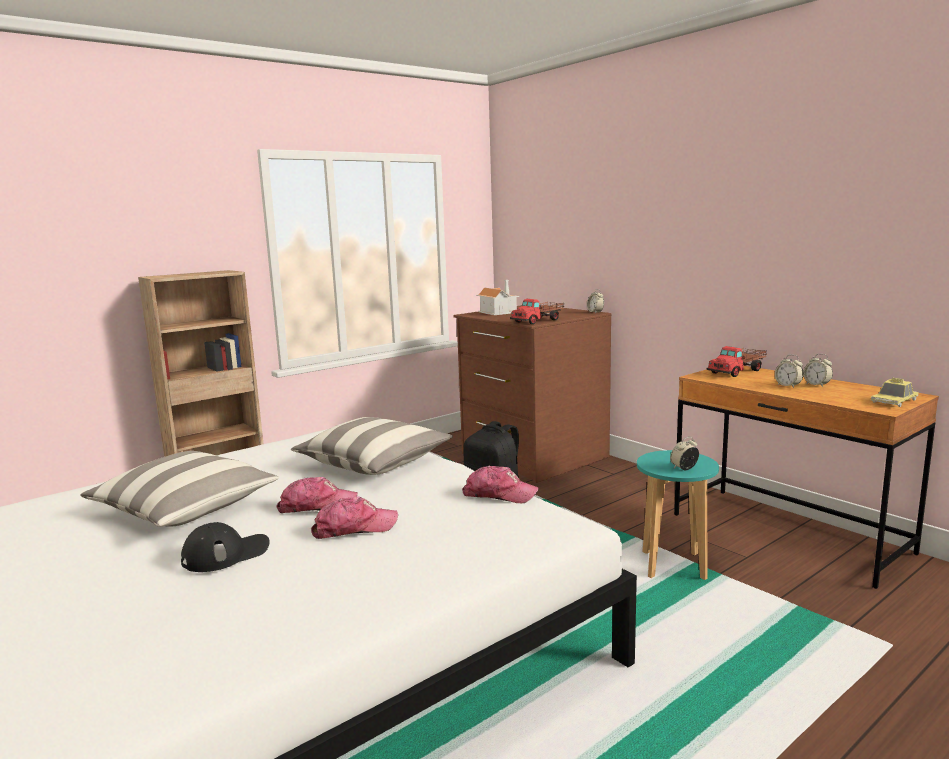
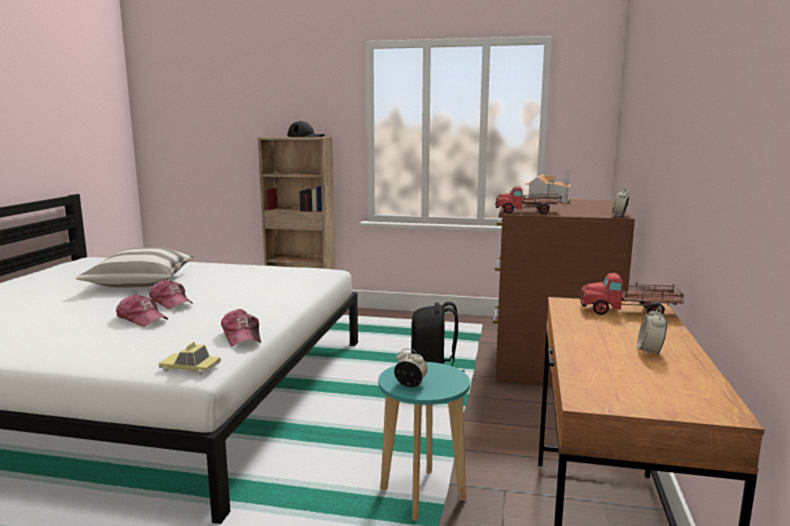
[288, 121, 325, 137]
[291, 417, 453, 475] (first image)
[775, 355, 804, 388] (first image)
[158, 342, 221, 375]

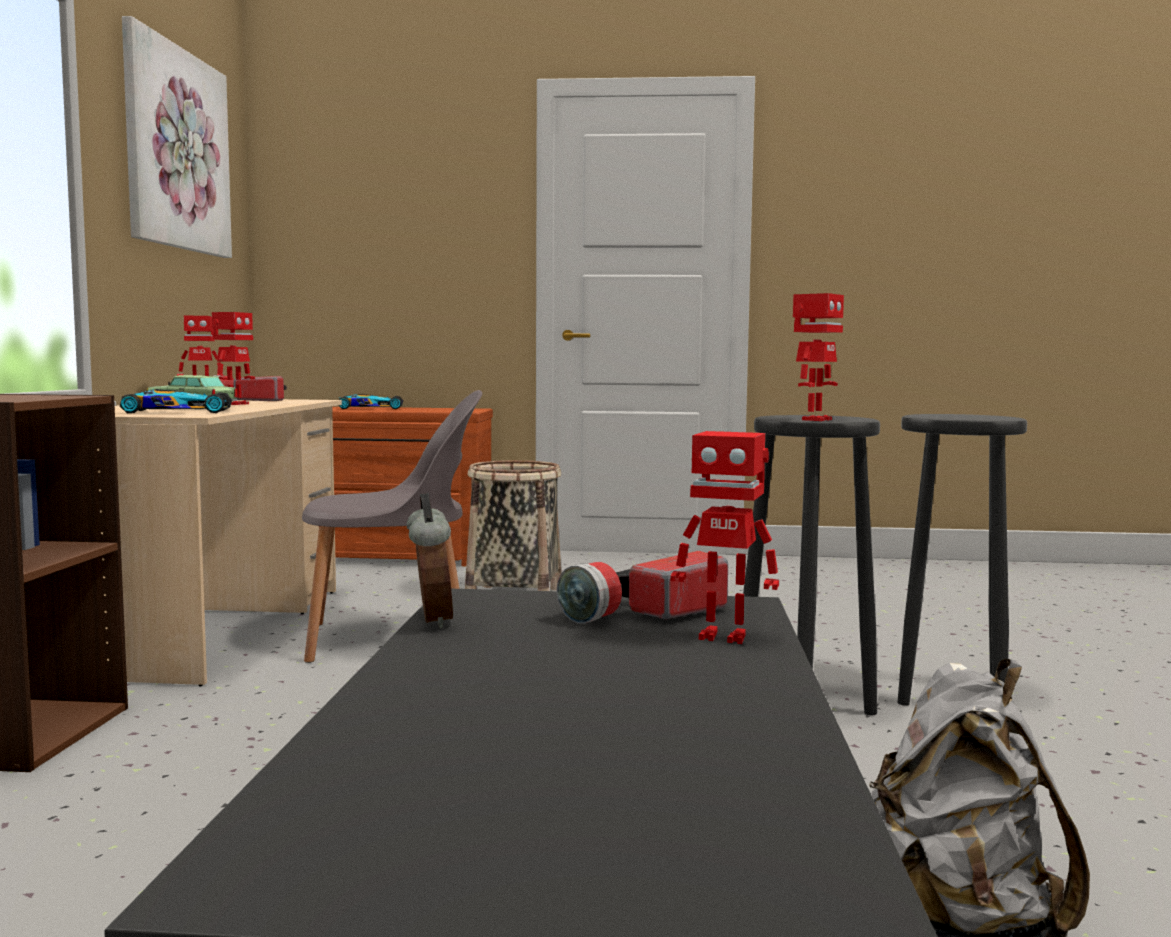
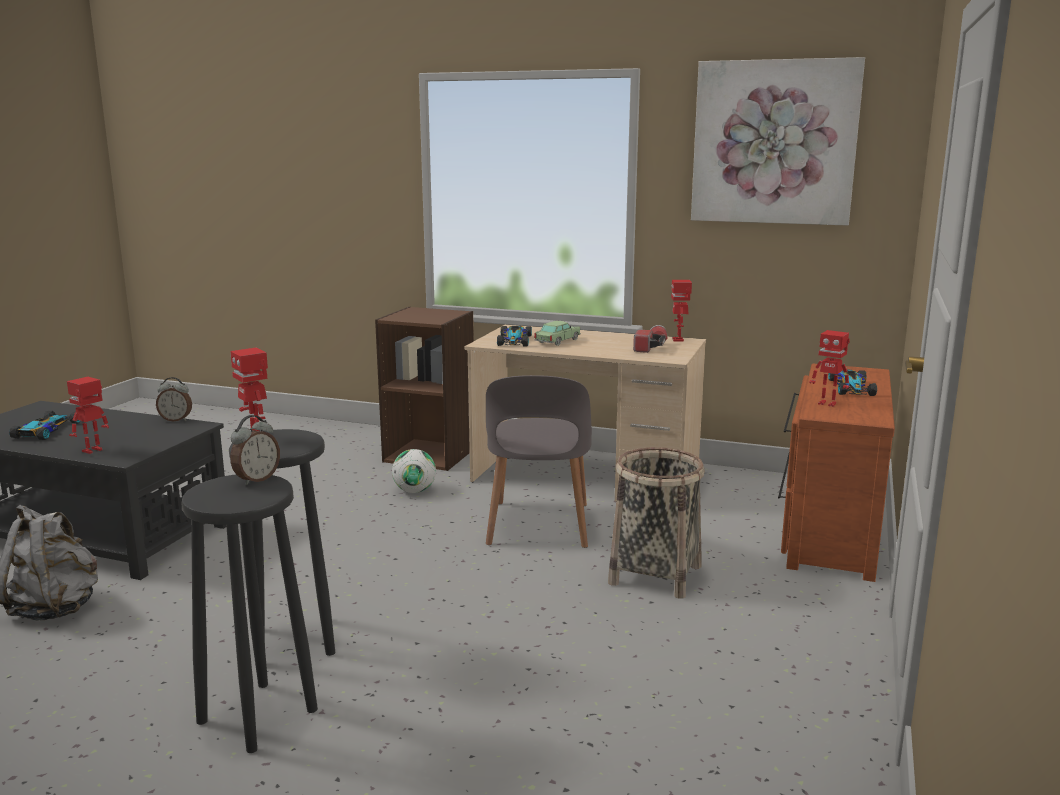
[810, 330, 850, 407]
[556, 551, 728, 624] (first image)
[9, 411, 80, 440]
[230, 415, 280, 485]
[392, 449, 436, 493]

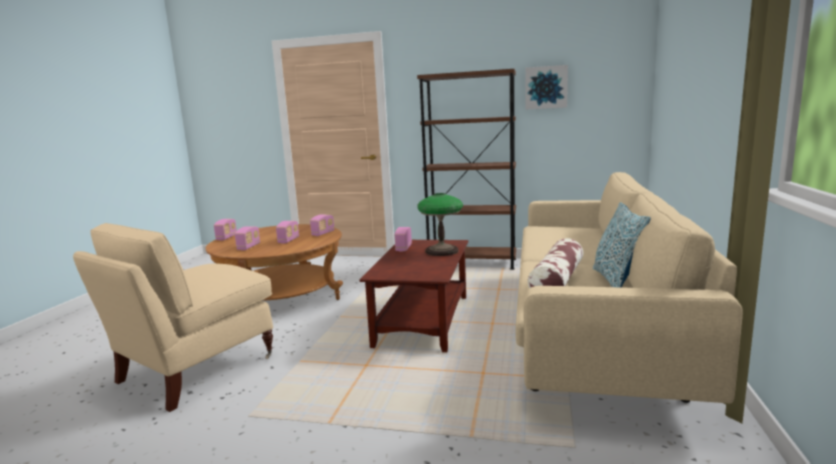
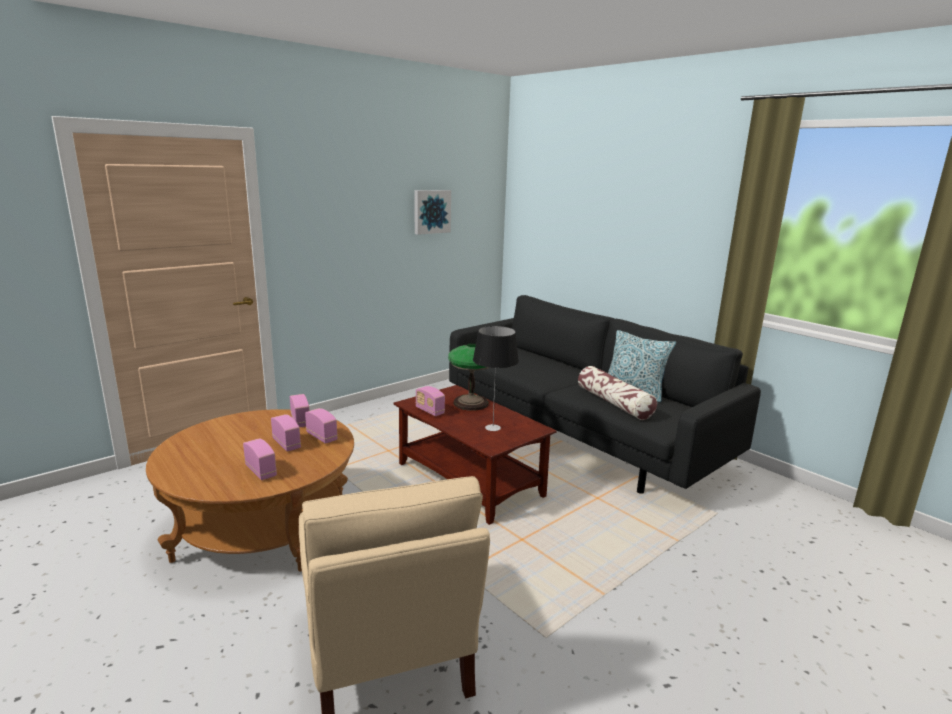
[305, 408, 338, 444]
[417, 69, 516, 270] (first image)
[449, 295, 761, 494]
[473, 326, 519, 431]

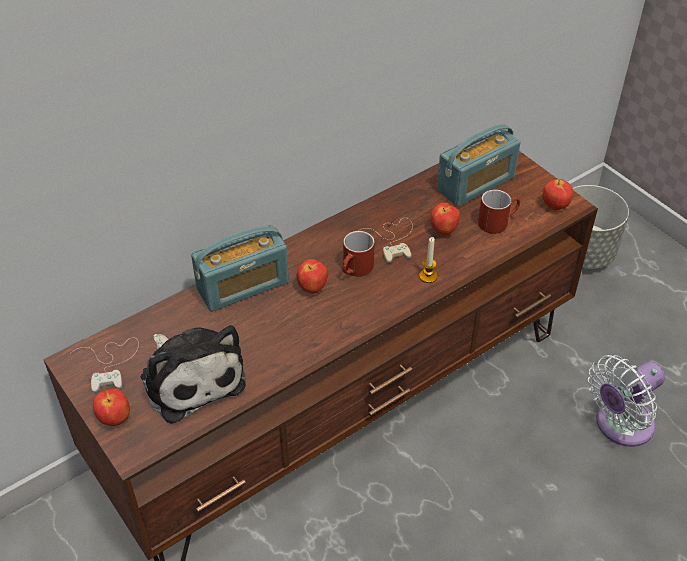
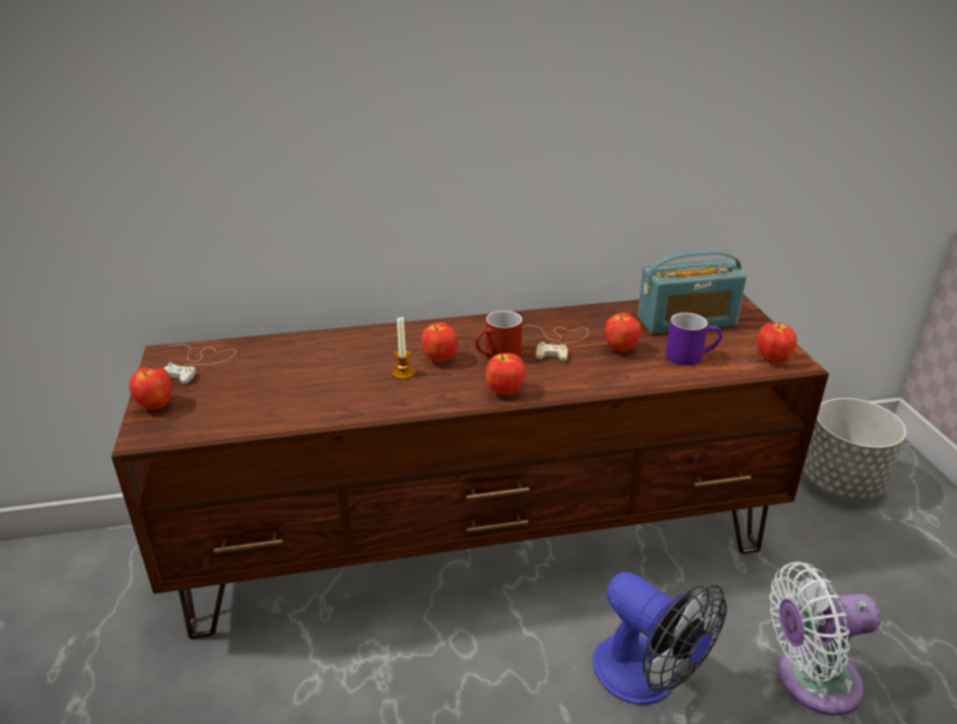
[141, 325, 246, 424] (first image)
[191, 225, 289, 312] (first image)
[393, 317, 415, 379]
[666, 313, 722, 366]
[486, 353, 525, 395]
[592, 572, 727, 705]

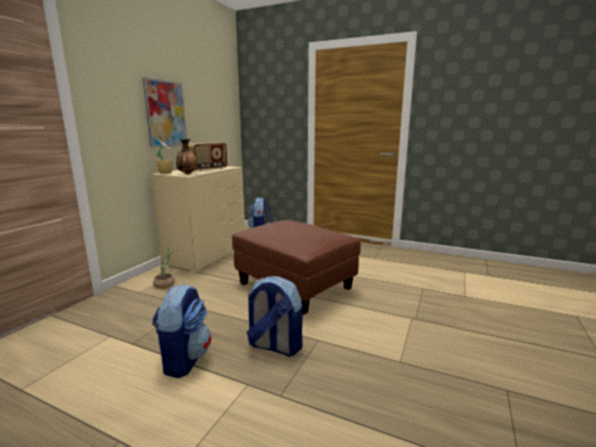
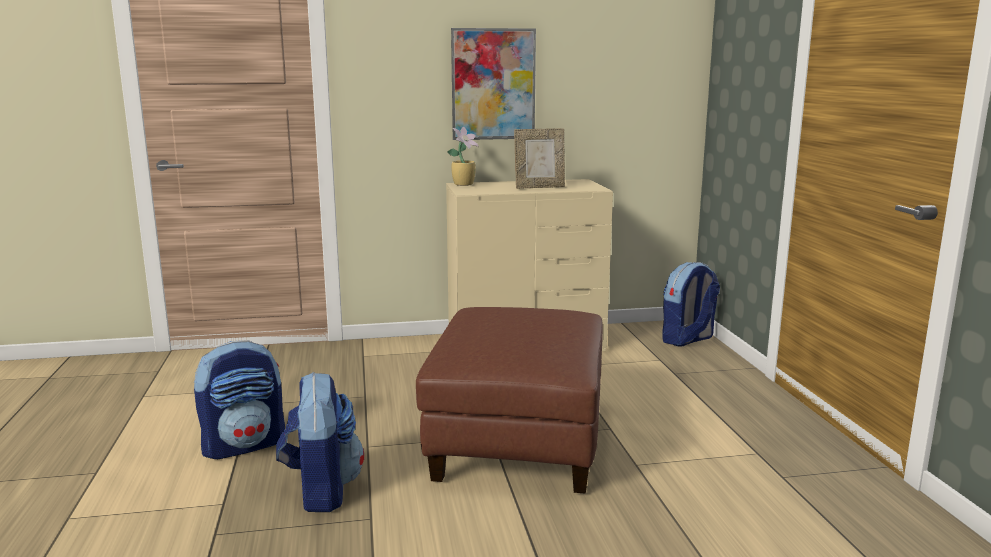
[153, 249, 176, 289] (first image)
[176, 139, 198, 174] (first image)
[514, 128, 565, 189]

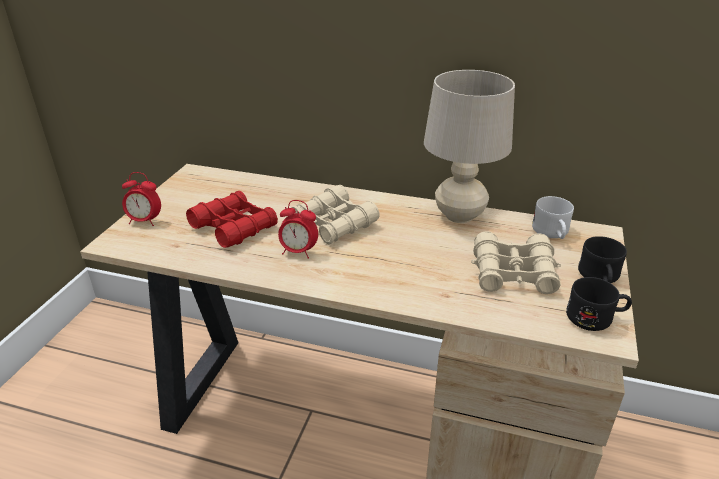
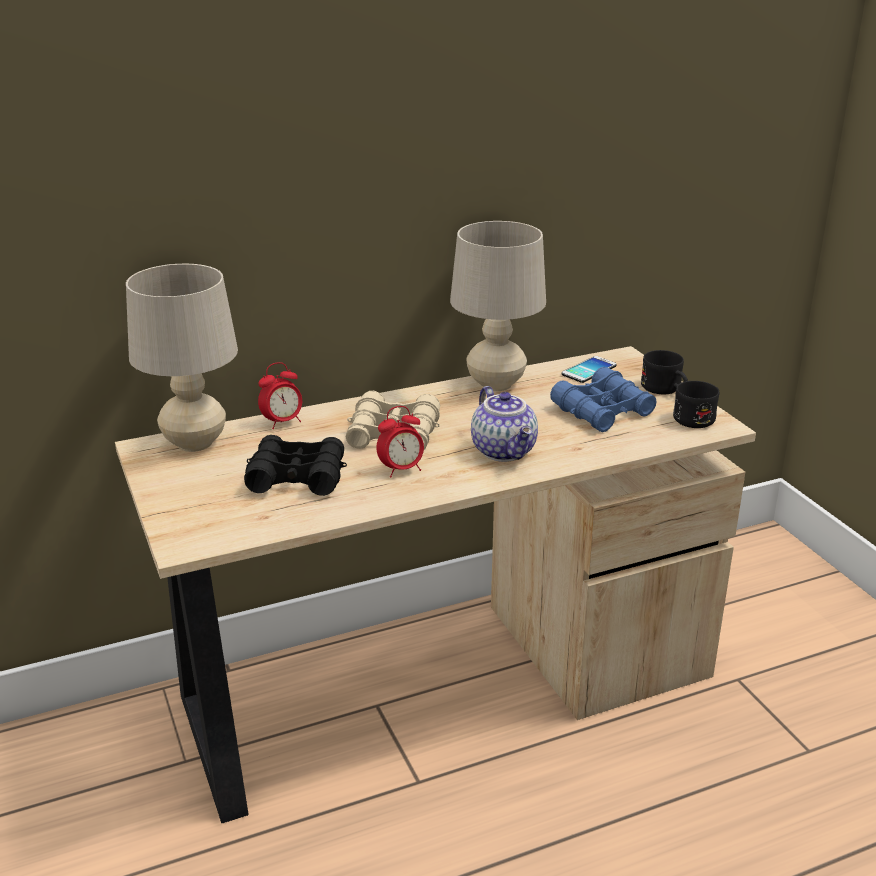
[258, 362, 302, 429]
[244, 435, 347, 496]
[550, 367, 657, 432]
[562, 356, 617, 383]
[126, 264, 238, 452]
[471, 386, 538, 462]

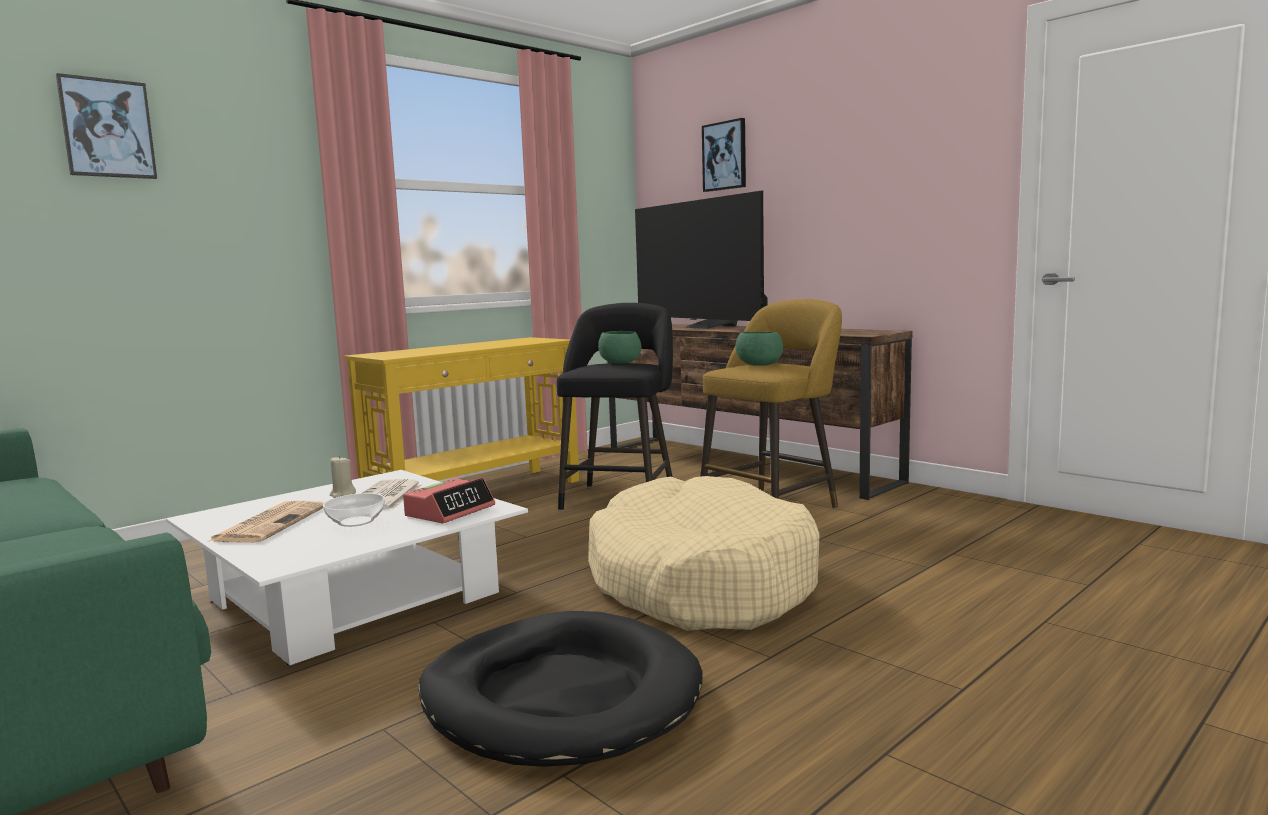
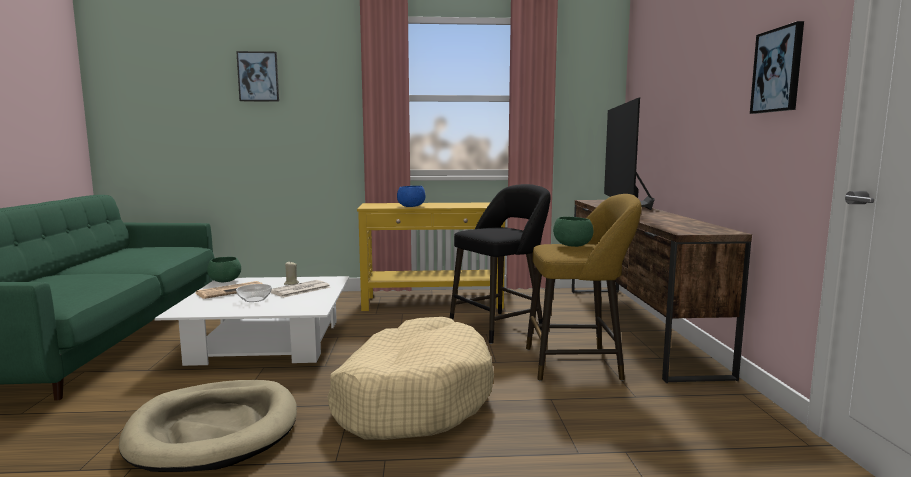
[403, 477, 495, 523] (first image)
[119, 380, 297, 472]
[207, 257, 241, 282]
[750, 21, 804, 114]
[397, 186, 426, 207]

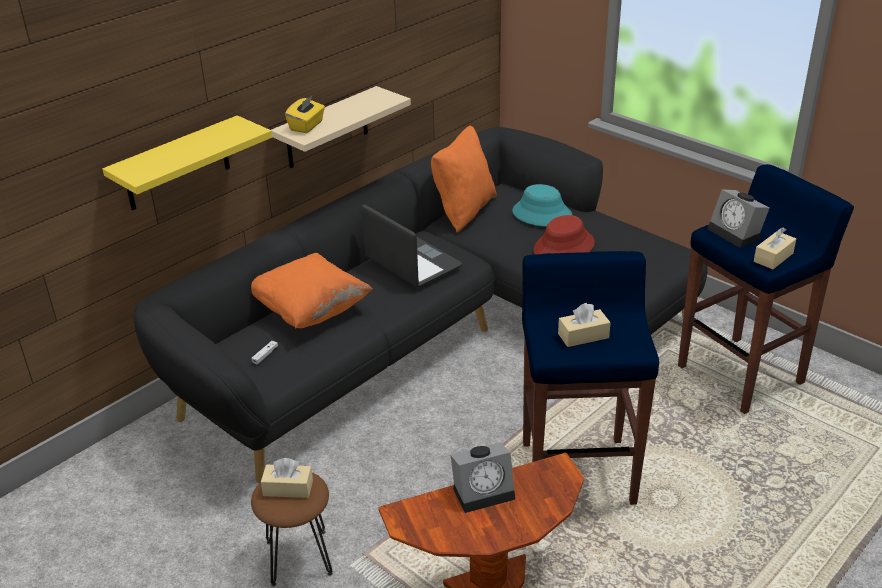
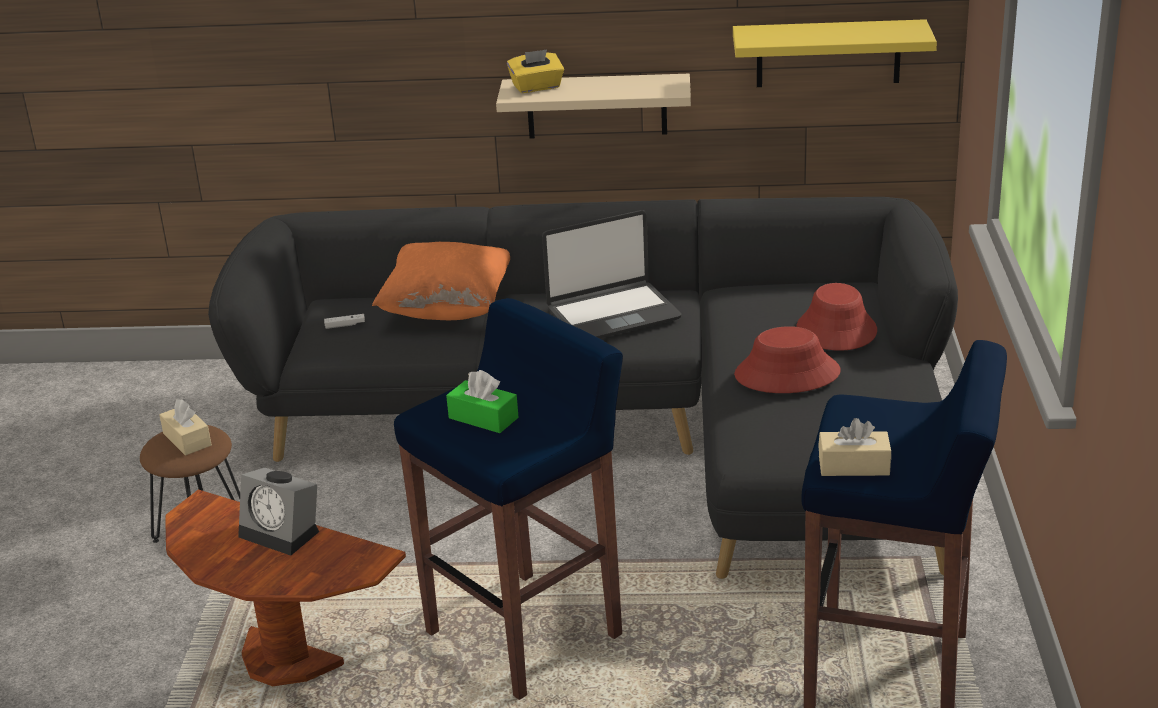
[733, 19, 937, 87]
[542, 210, 681, 338]
[431, 126, 497, 233] (first image)
[796, 283, 877, 351]
[446, 370, 519, 433]
[708, 189, 769, 248] (first image)

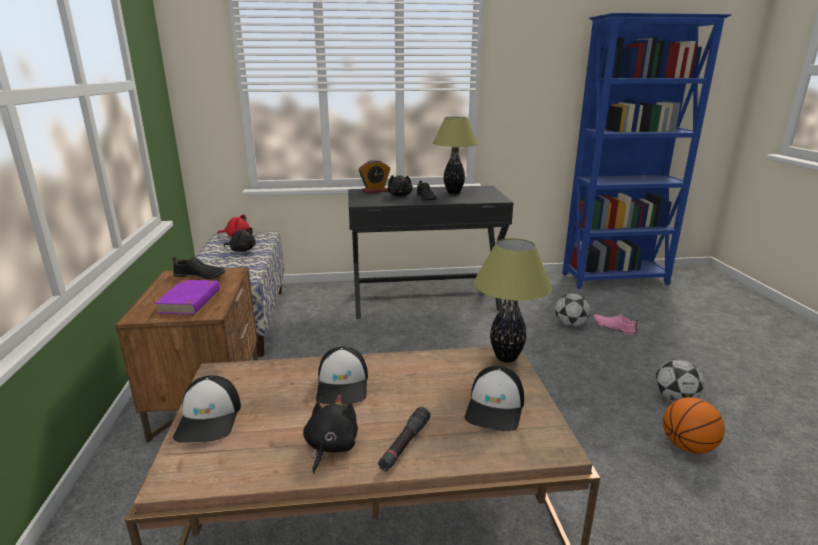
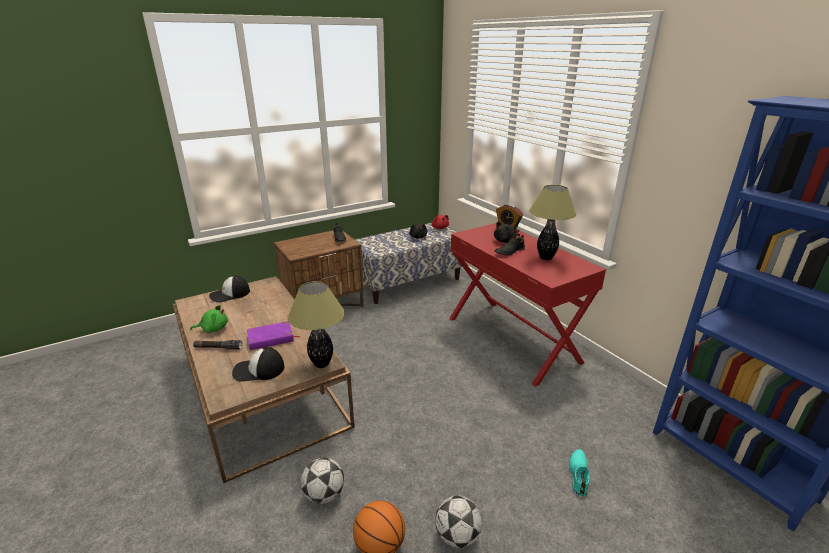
[247, 321, 300, 350]
[190, 305, 228, 333]
[316, 346, 368, 404] (first image)
[449, 223, 606, 386]
[301, 458, 344, 504]
[569, 449, 589, 496]

